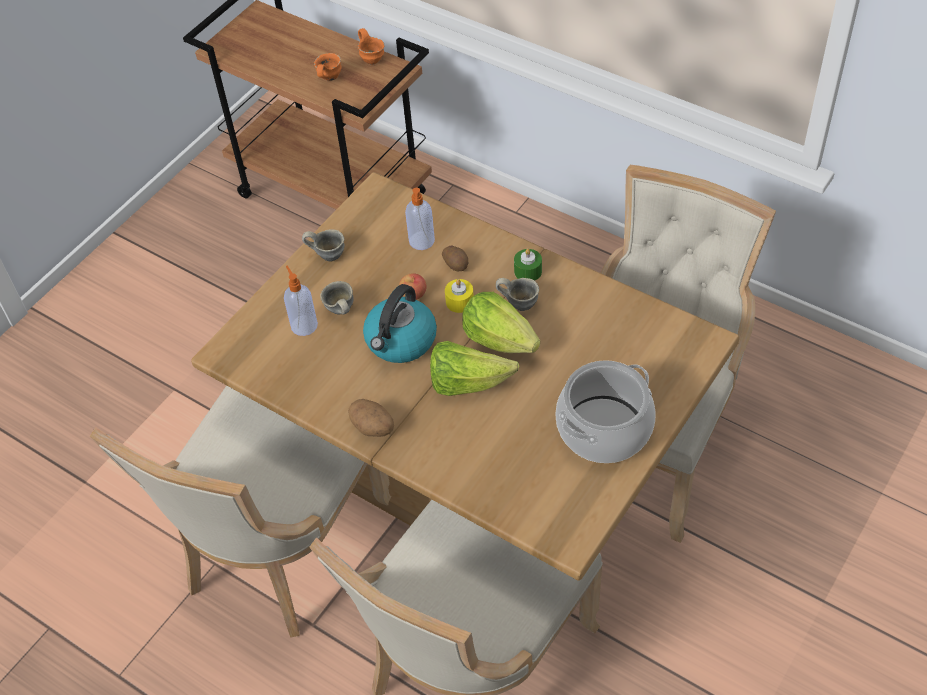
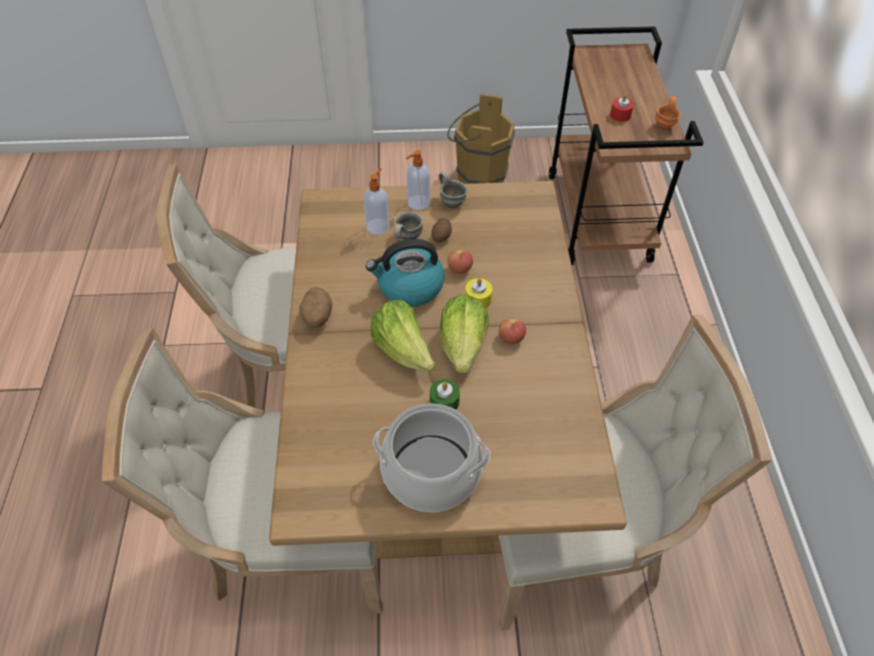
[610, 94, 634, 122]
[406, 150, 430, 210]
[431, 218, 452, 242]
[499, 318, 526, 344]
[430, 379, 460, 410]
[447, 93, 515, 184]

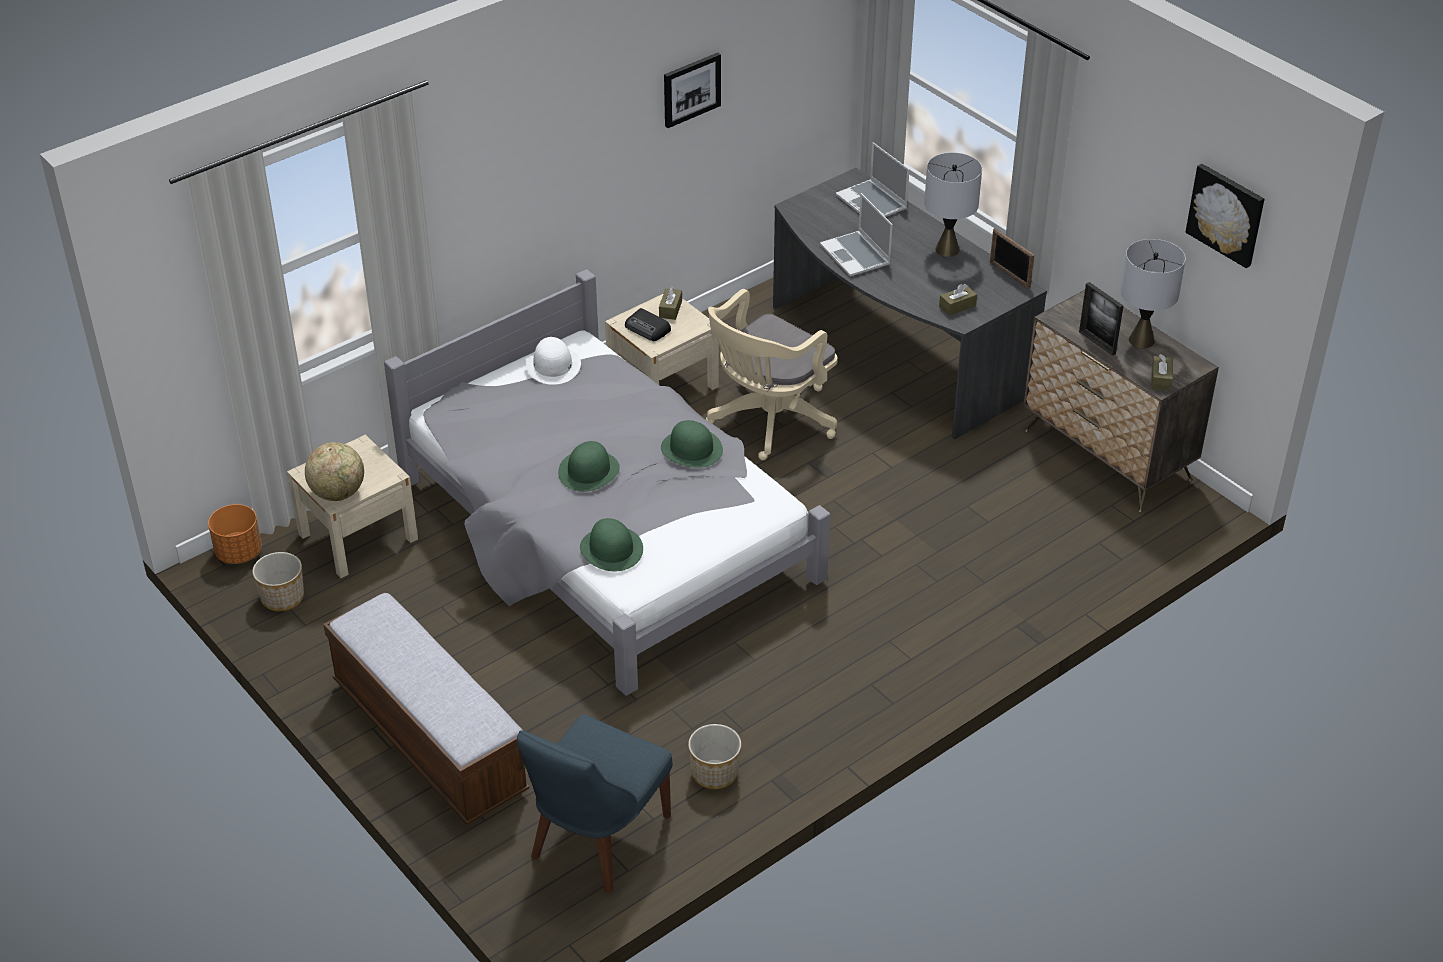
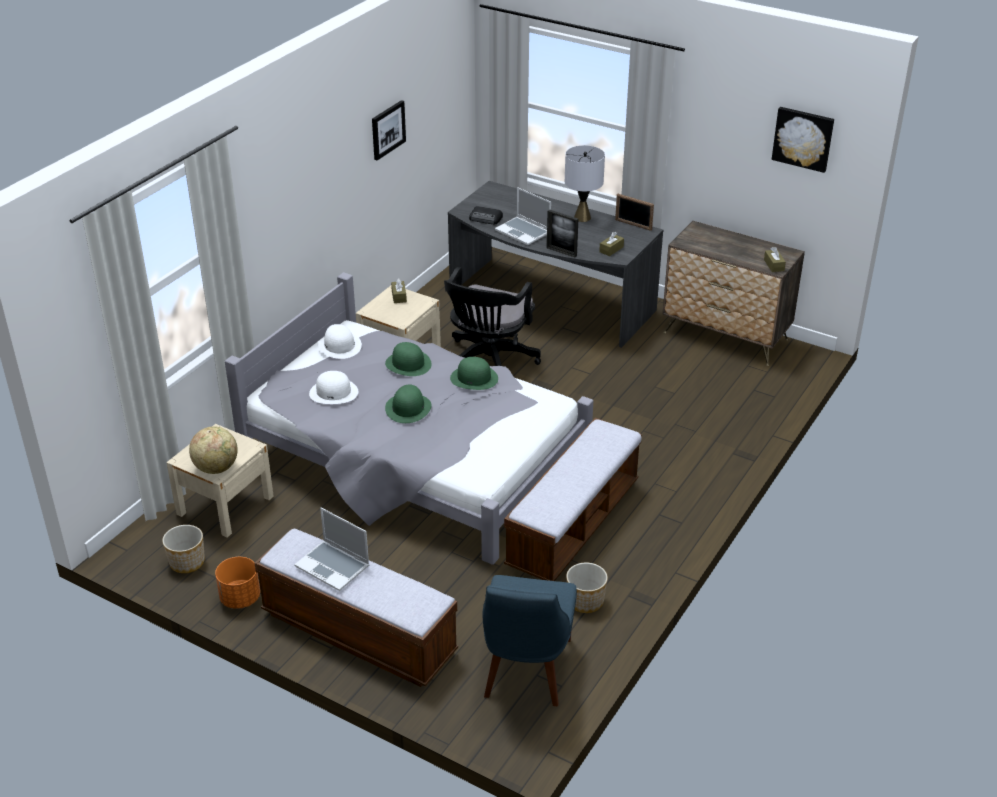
[215, 557, 260, 609]
[385, 342, 432, 376]
[469, 206, 503, 225]
[444, 267, 541, 366]
[294, 508, 369, 591]
[547, 210, 578, 257]
[1120, 239, 1186, 348] (first image)
[309, 371, 358, 404]
[504, 418, 642, 581]

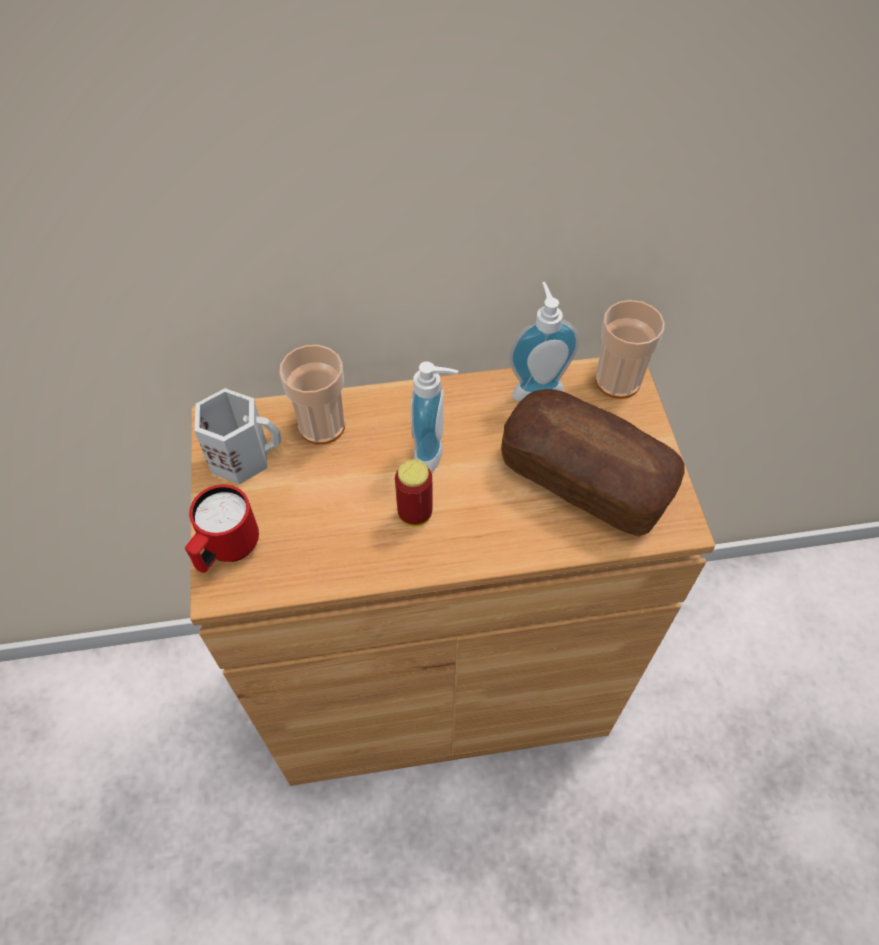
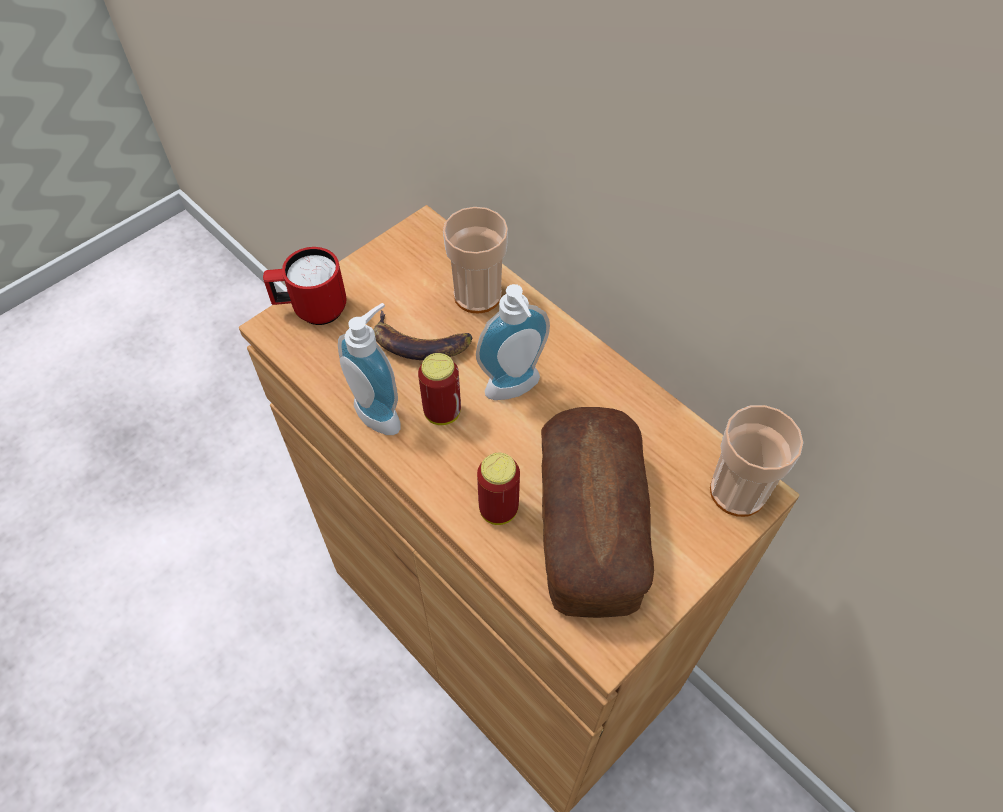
[194, 388, 281, 484] (first image)
[338, 303, 401, 435]
[373, 310, 472, 360]
[477, 453, 520, 525]

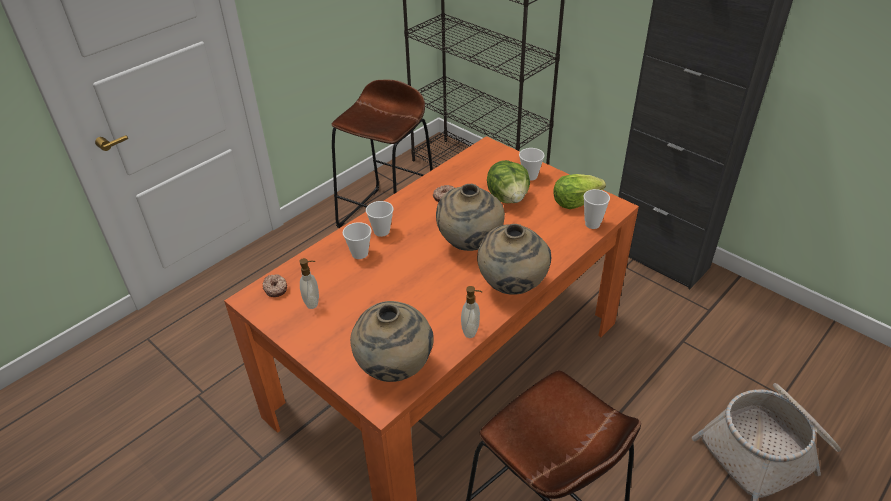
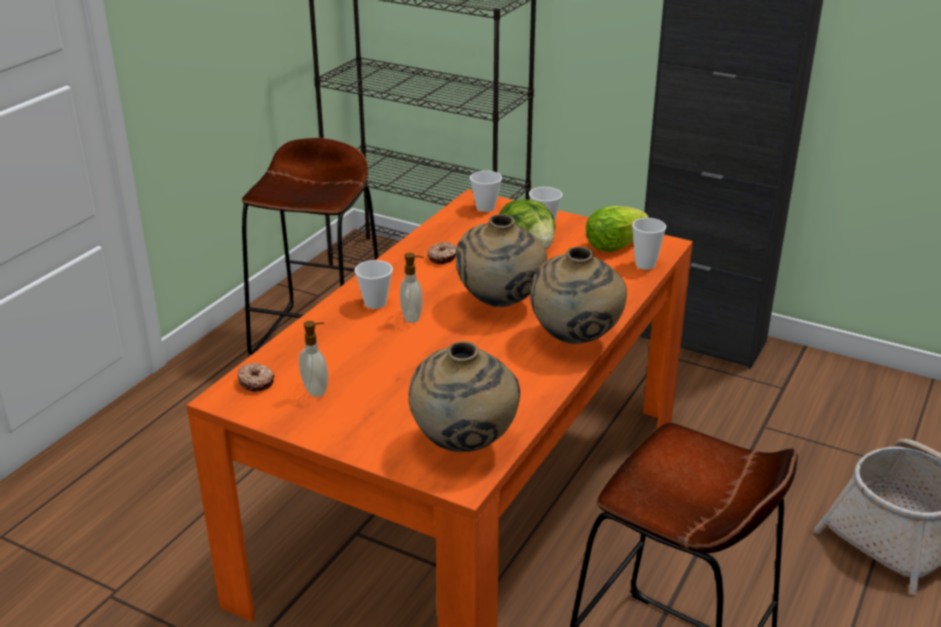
[470, 171, 502, 212]
[400, 253, 424, 323]

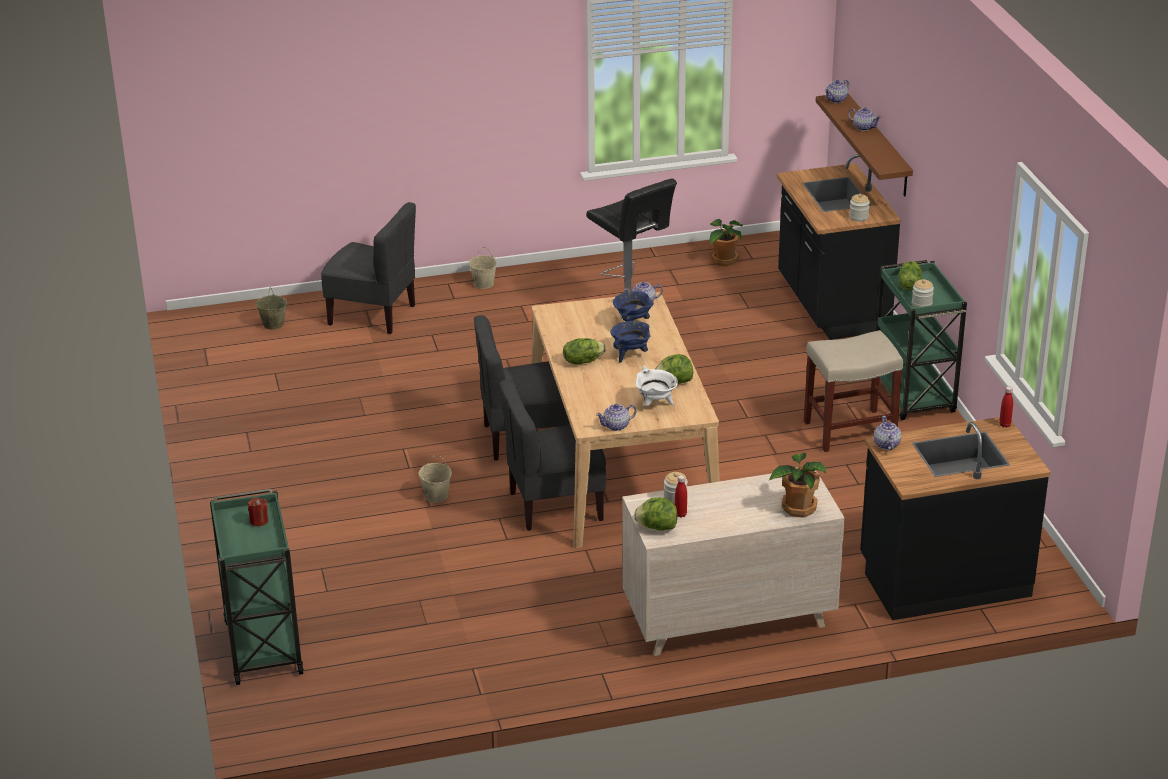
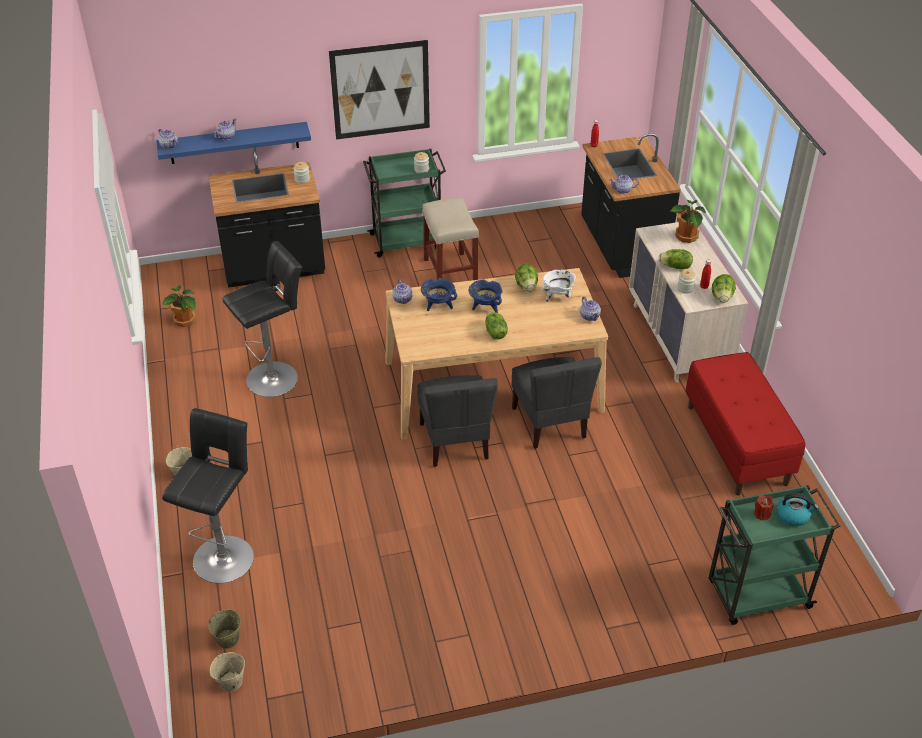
[162, 408, 254, 583]
[210, 652, 245, 692]
[156, 122, 311, 164]
[658, 249, 693, 269]
[329, 40, 430, 140]
[685, 352, 805, 495]
[777, 493, 819, 526]

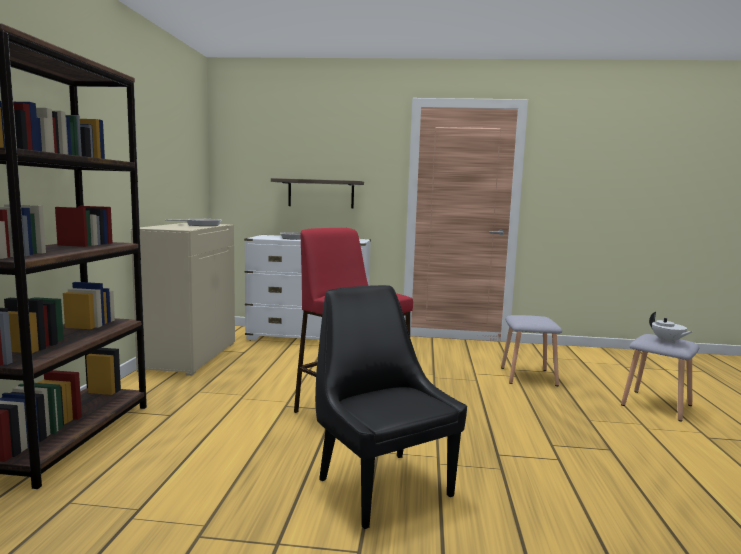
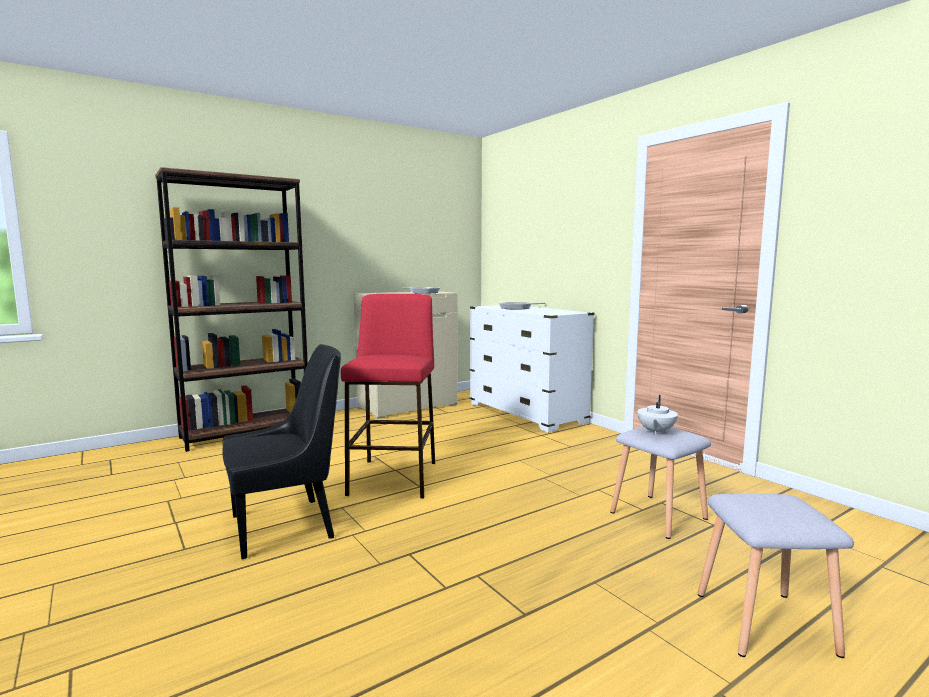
[271, 178, 364, 208] (first image)
[222, 344, 341, 559]
[637, 395, 678, 435]

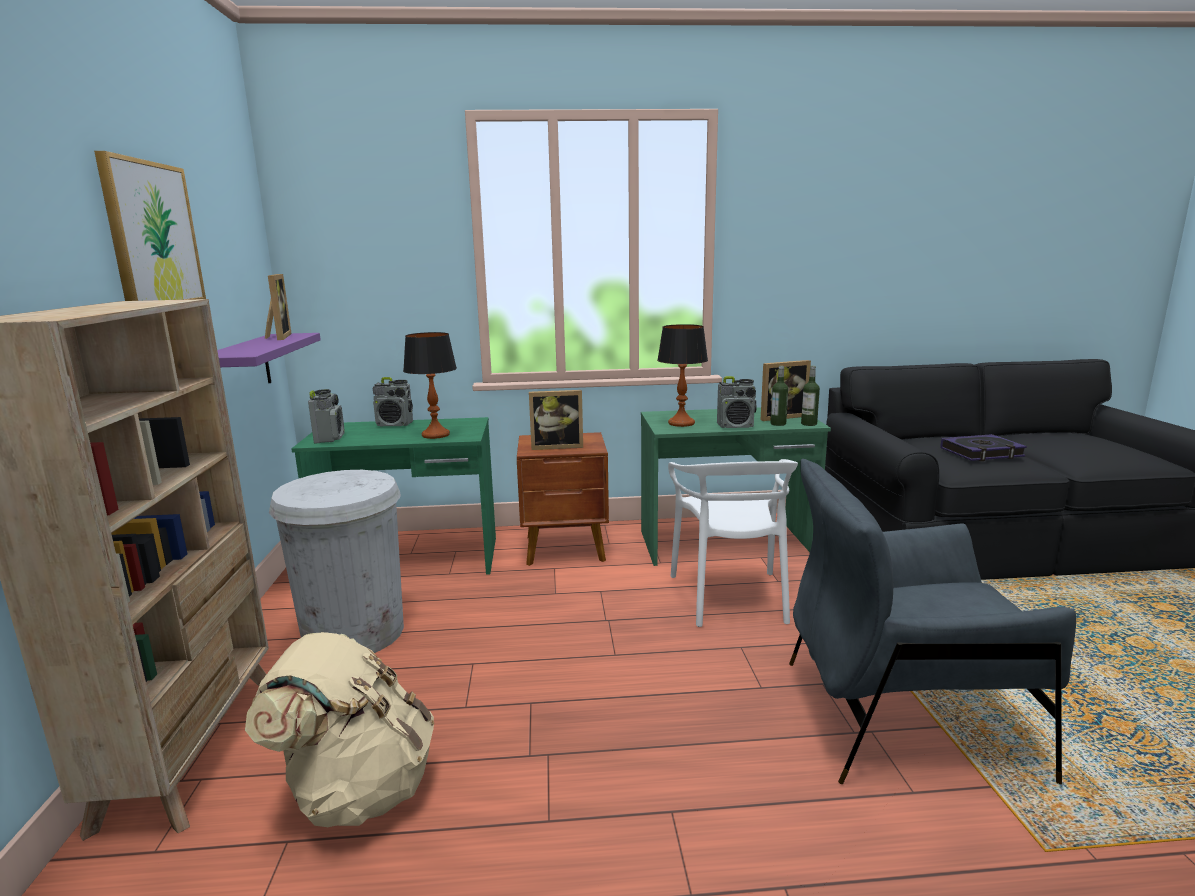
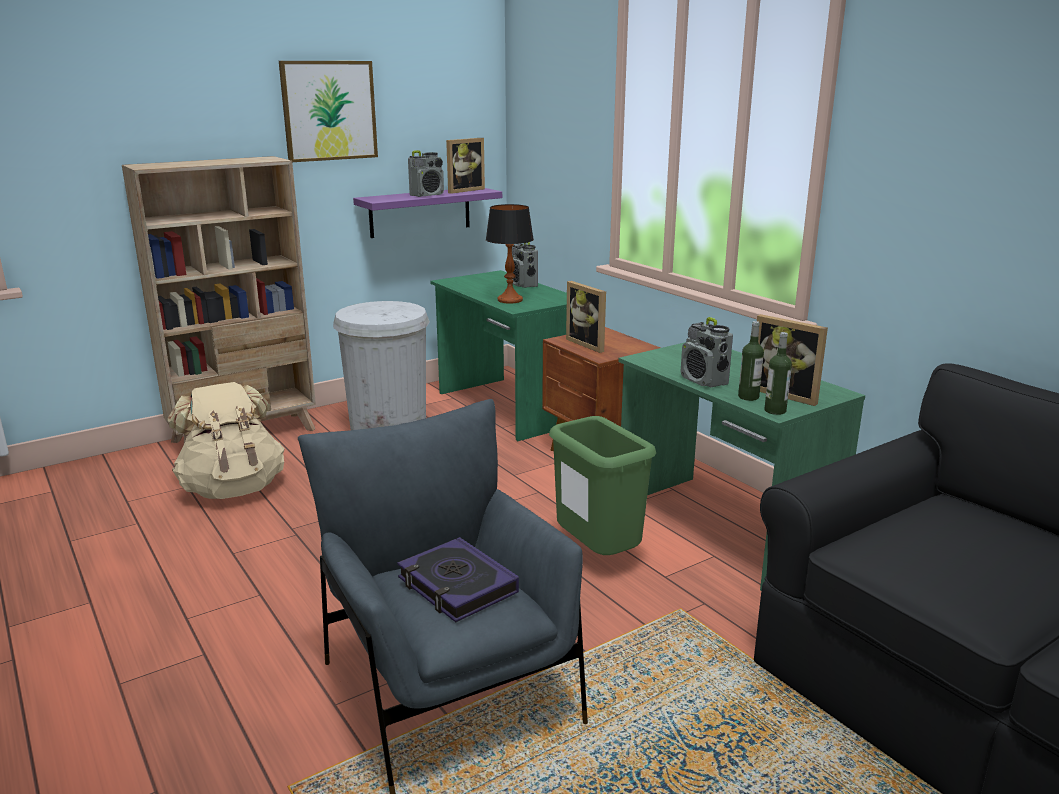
[408, 150, 444, 197]
[657, 324, 708, 427] (first image)
[549, 416, 656, 555]
[397, 537, 519, 622]

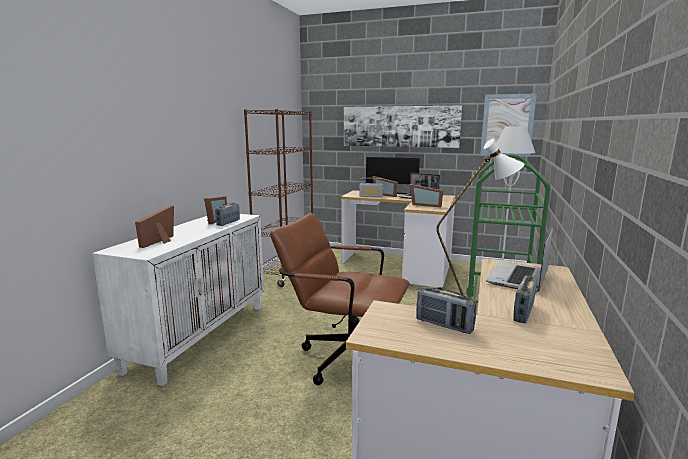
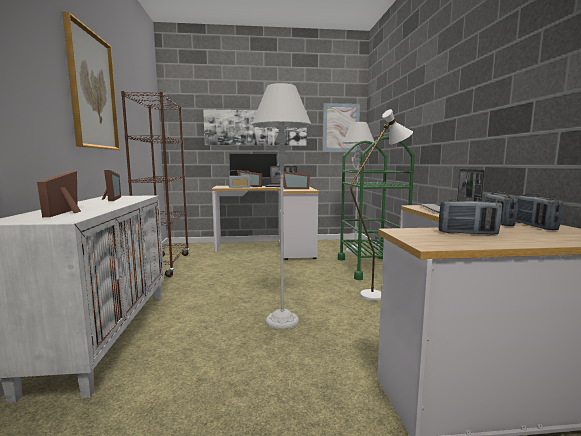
[515, 194, 563, 230]
[252, 83, 311, 329]
[63, 12, 120, 150]

